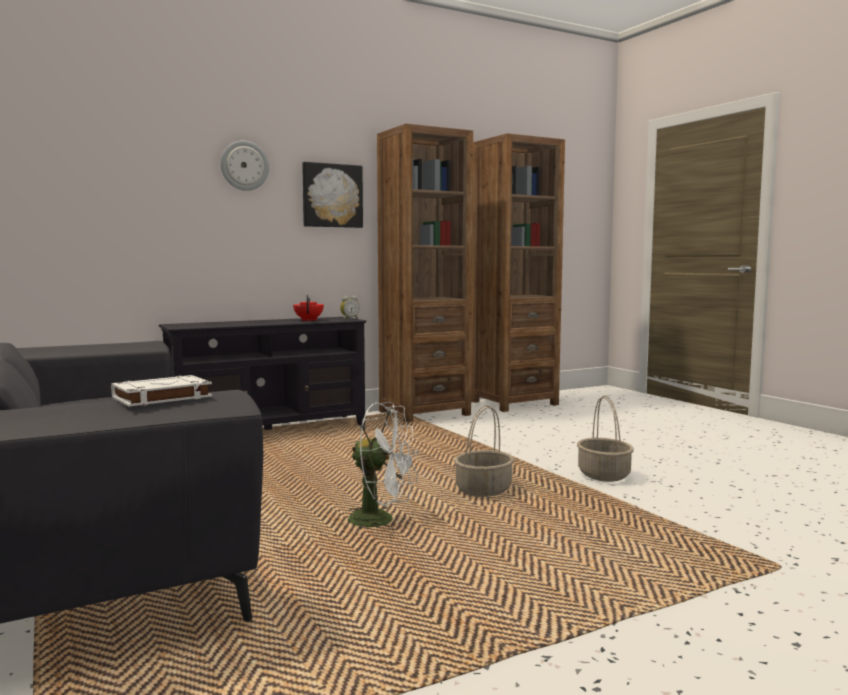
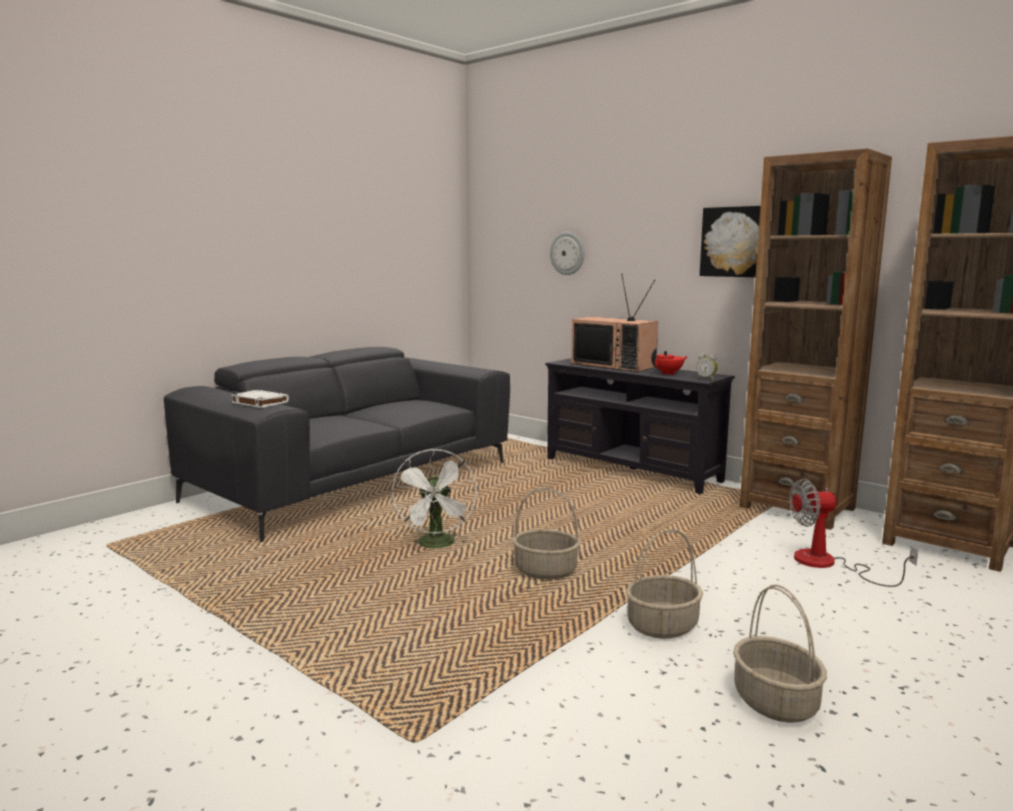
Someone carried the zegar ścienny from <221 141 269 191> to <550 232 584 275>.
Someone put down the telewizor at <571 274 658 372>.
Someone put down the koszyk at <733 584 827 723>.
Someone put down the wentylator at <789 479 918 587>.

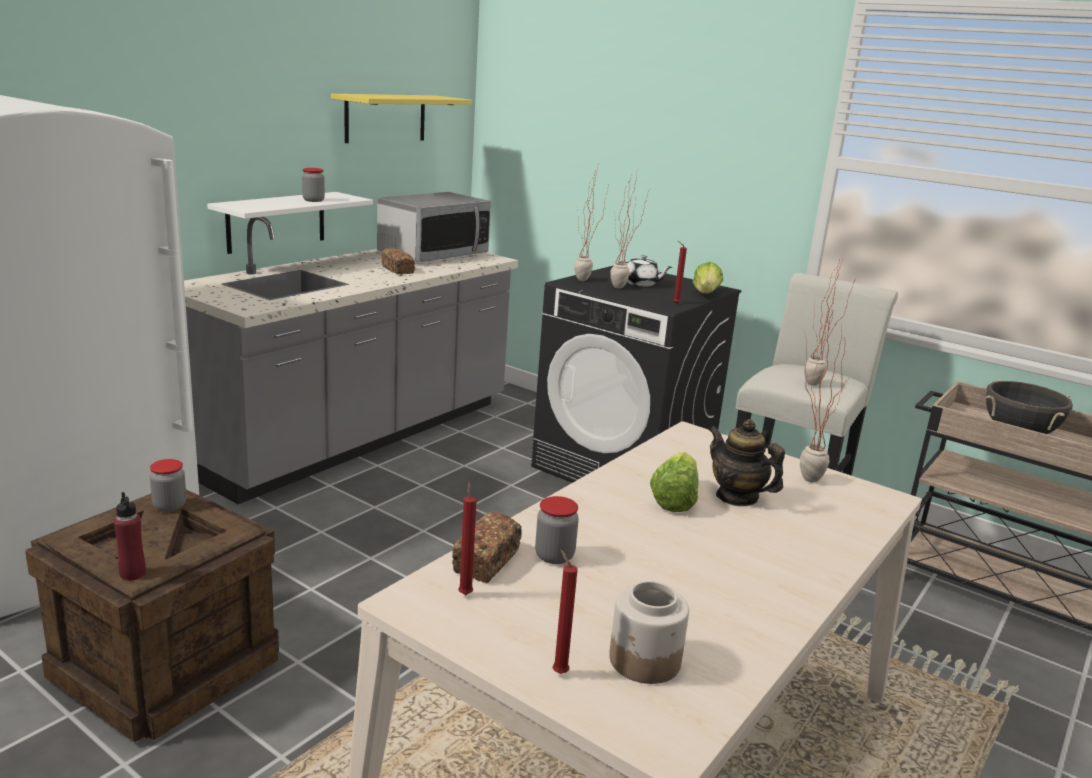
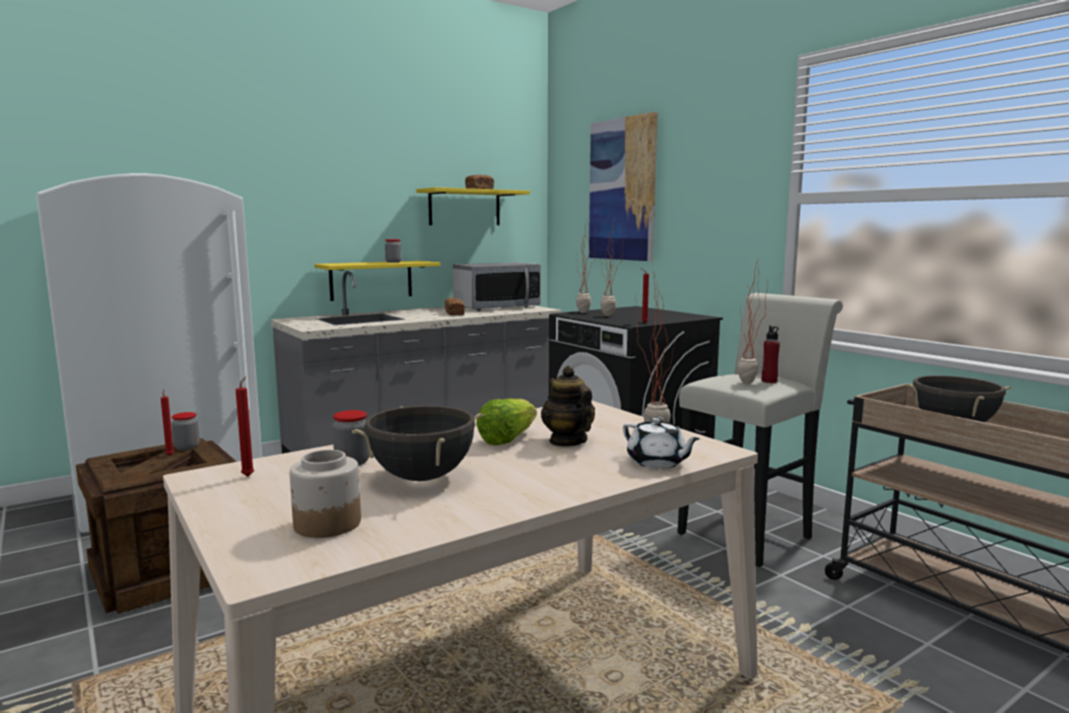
Someone carried the butelka/czerwony from <114 492 146 581> to <762 326 780 383>.
Someone repainted the półka/biały at <207 192 373 254>, which became the półka/żółty at <314 261 441 301>.
Someone carried the chleb from <452 512 522 583> to <465 175 494 189>.
Someone carried the świeca/czerwony from <553 550 578 674> to <161 389 175 455>.
Someone carried the imbryk/biały from <619 255 672 286> to <623 417 700 469>.
Someone took away the sałata at <693 262 723 294>.
Someone put down the garnek/czarny at <352 405 483 481>.
Someone put up the obraz at <589 112 658 261>.

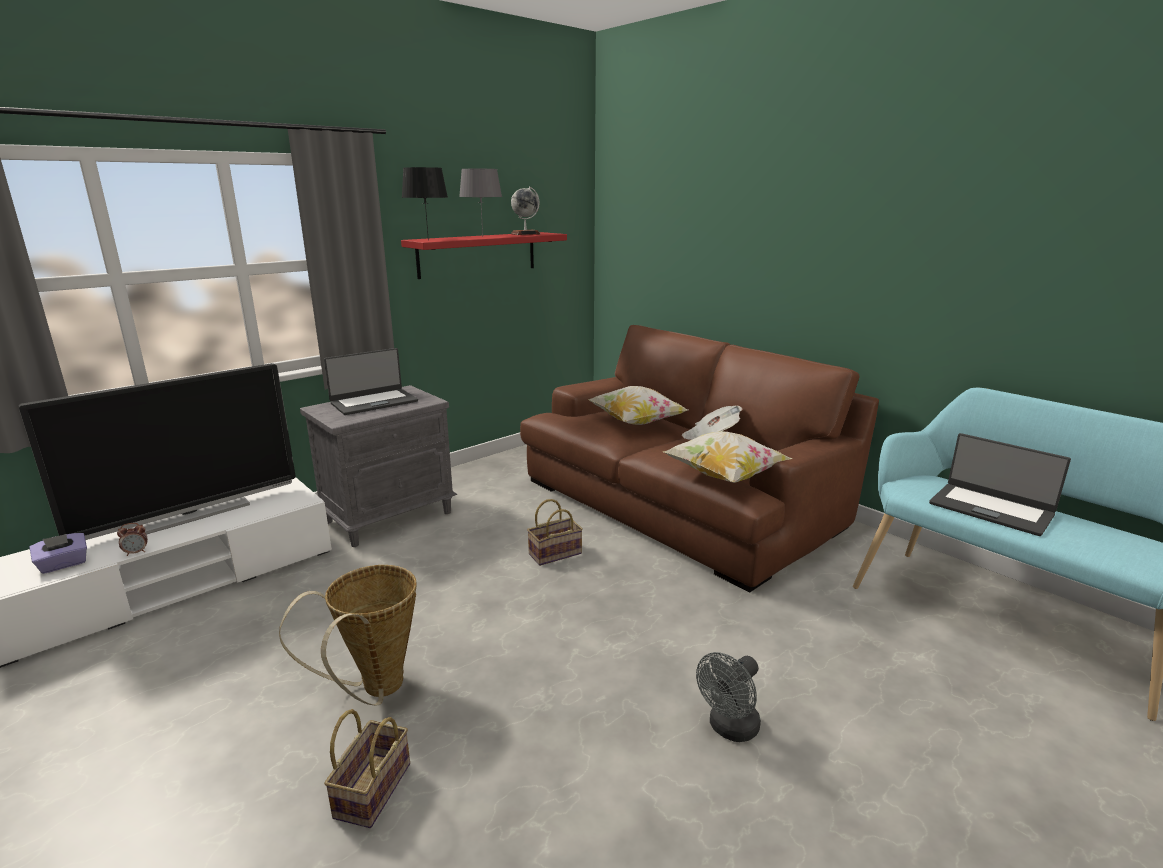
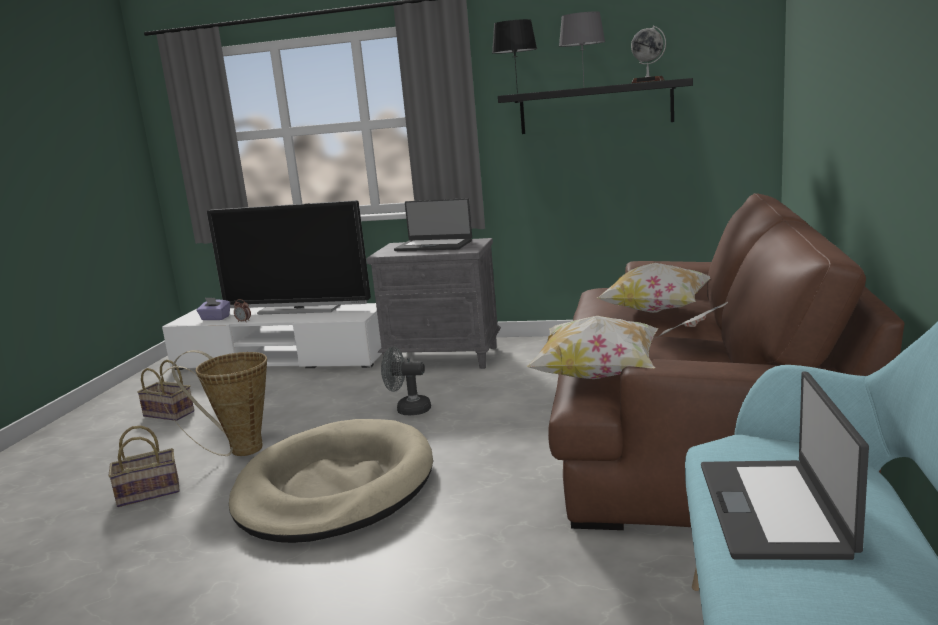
Someone repainted the półka/czerwony at <401 232 567 279>, which became the półka/czarny at <498 78 693 134>.
Someone carried the koszyk from <527 499 583 566> to <137 360 194 421>.
Someone carried the wentylator/szary from <696 652 761 742> to <381 347 431 415>.
Someone put down the legowisko/beżowy at <229 419 433 543>.

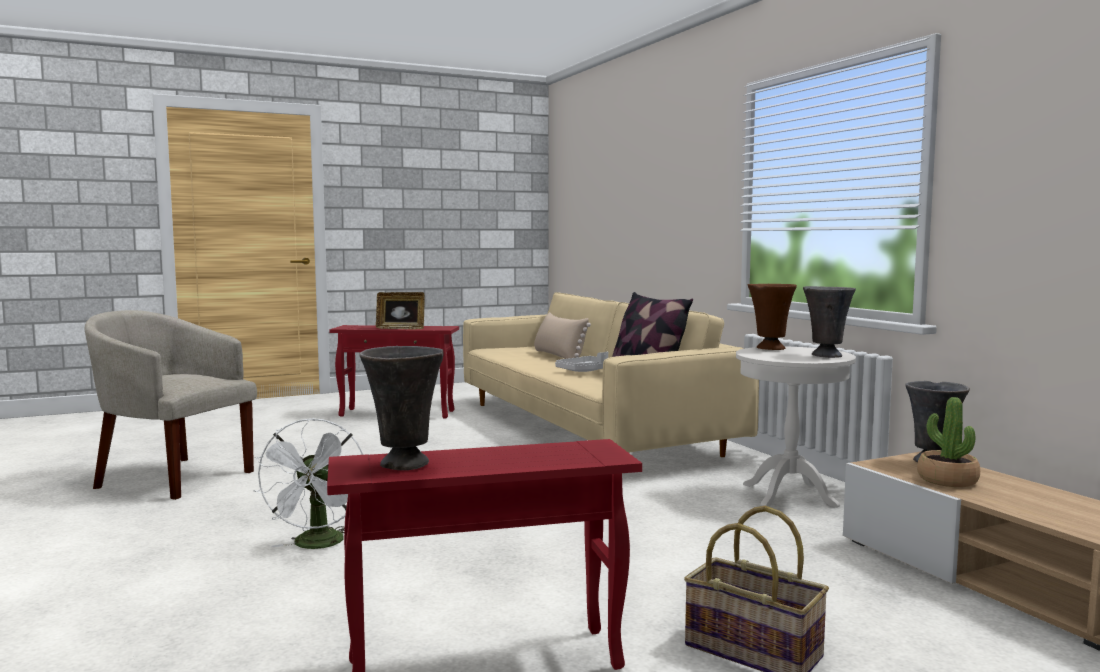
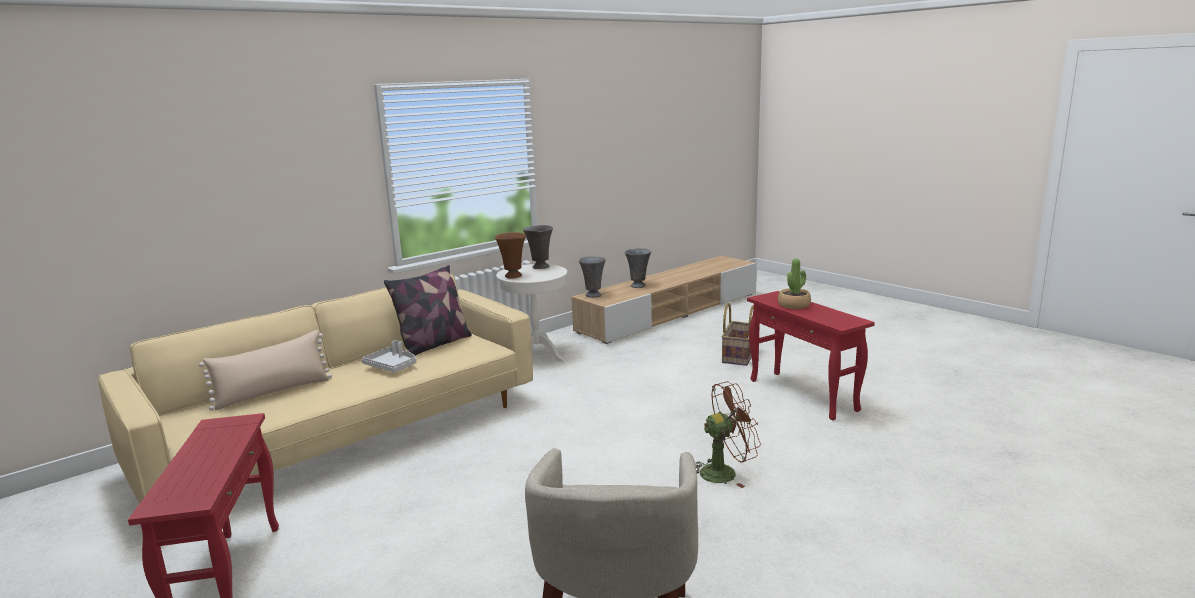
Someone repainted the wentylator/biały at <253 418 363 549>, which became the wentylator/brązowy at <695 381 761 488>.
Someone carried the wazon/szary from <359 346 444 470> to <625 248 651 288>.
Someone took away the ramka na zdjęcie at <376 292 425 330>.
Someone carried the roślina doniczkowa from <917 397 980 487> to <778 258 811 309>.

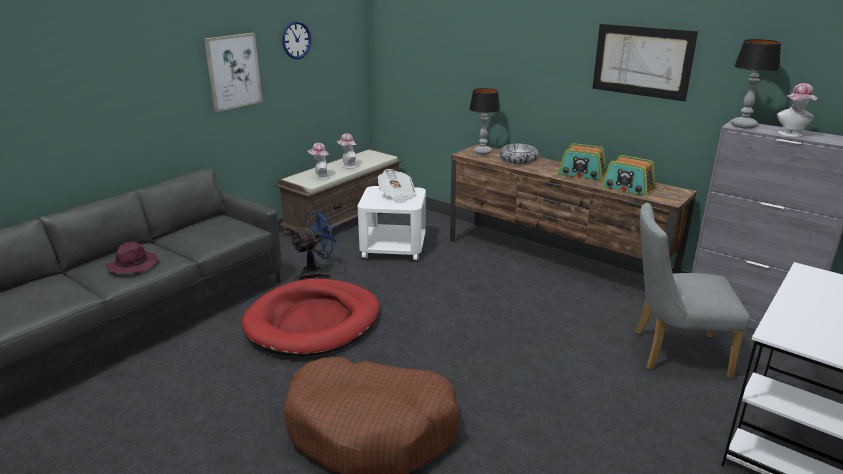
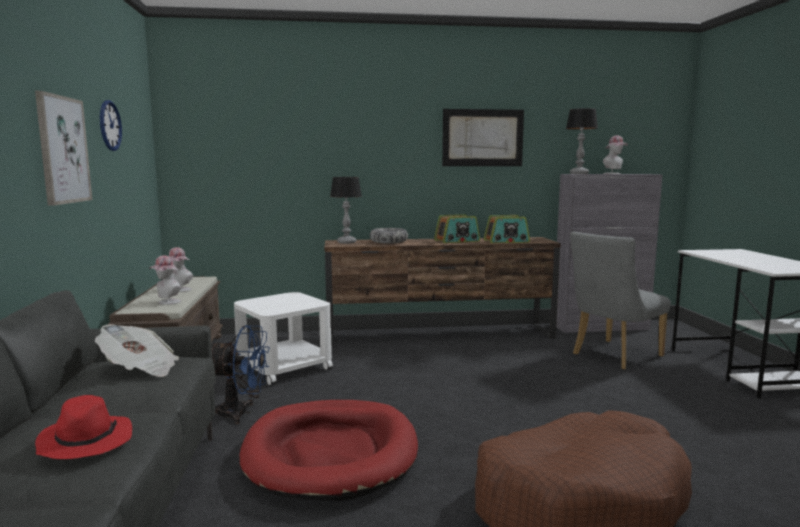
Someone repainted the kapelusz/fioletowy at <105 242 158 274>, which became the kapelusz/czerwony at <35 395 132 459>.
Someone rotated the wentylator/niebieski at <290 208 342 281> by 90 degrees clockwise.
Someone carried the gazeta from <378 169 416 204> to <95 324 179 377>.

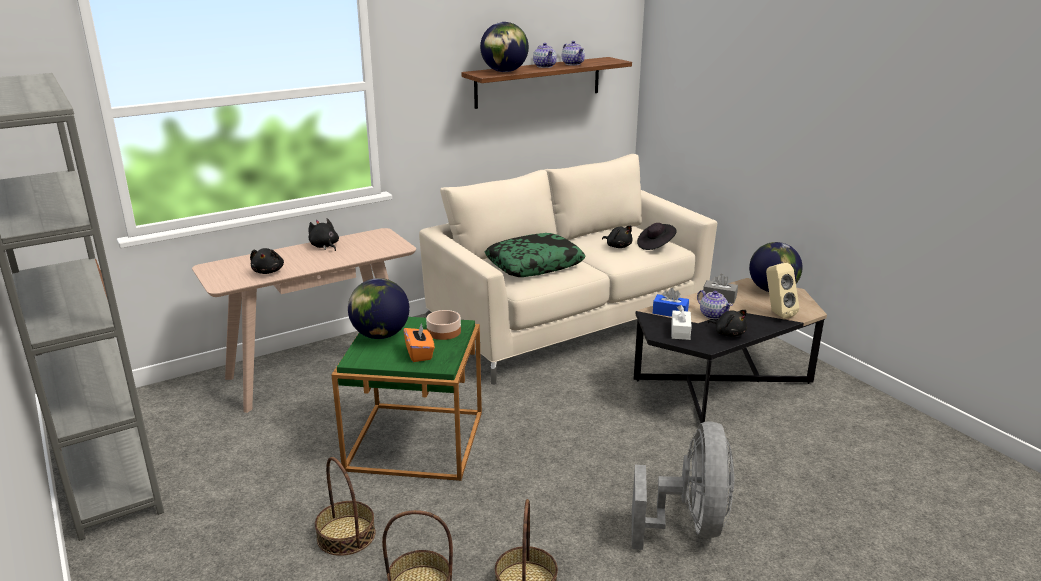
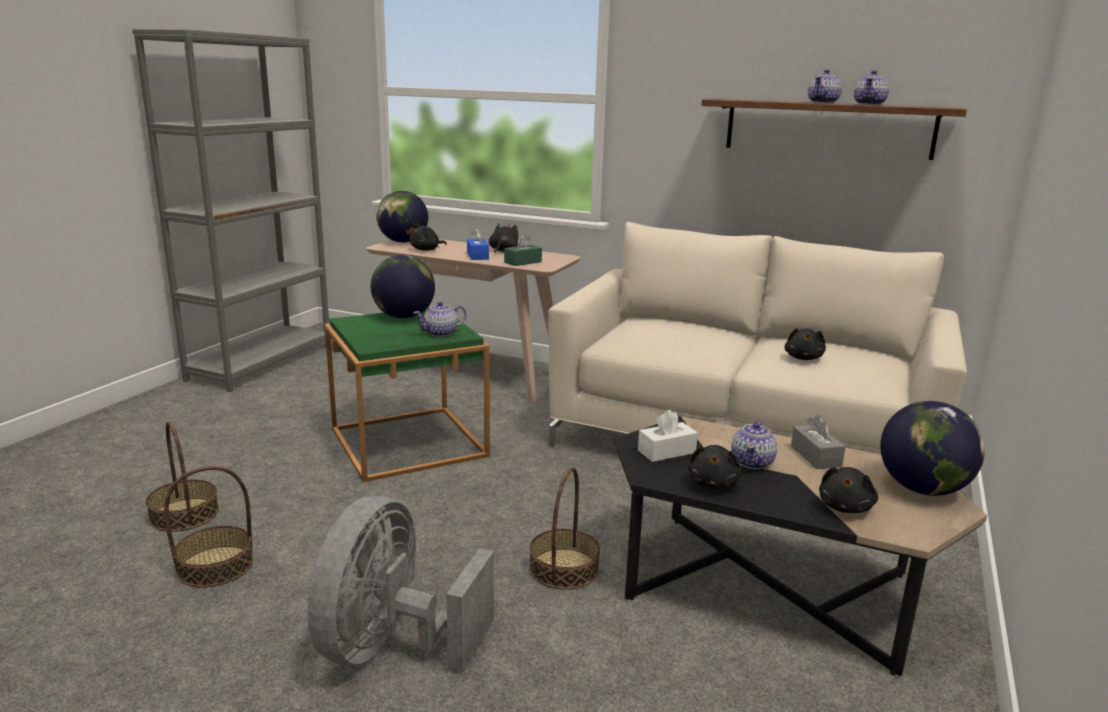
Someone carried the koszyk from <315 457 375 556> to <529 467 600 590>.
Someone took away the pudełko chusteczek/pomarańczowy at <403 322 435 362>.
Someone swapped the miska at <426 310 461 340> for the imbryk at <413 301 466 337>.
Someone carried the globus from <480 22 529 72> to <376 191 428 243>.
Someone took away the poduszka at <485 233 585 277>.
Someone rotated the wentylator/szary at <632 421 735 550> by 135 degrees clockwise.
Someone took away the kapelusz/czarny at <637 223 677 250>.
Someone carried the pudełko chusteczek/niebieski from <653 288 689 317> to <467 228 489 260>.
Someone swapped the głośnik/beżowy at <766 263 799 319> for the pluszak/czarny at <819 467 878 513>.
Someone put down the pudełko chusteczek/zielony at <504 234 542 266>.

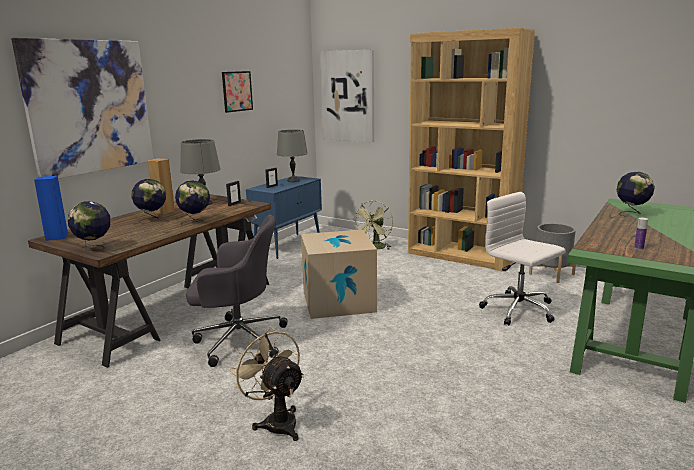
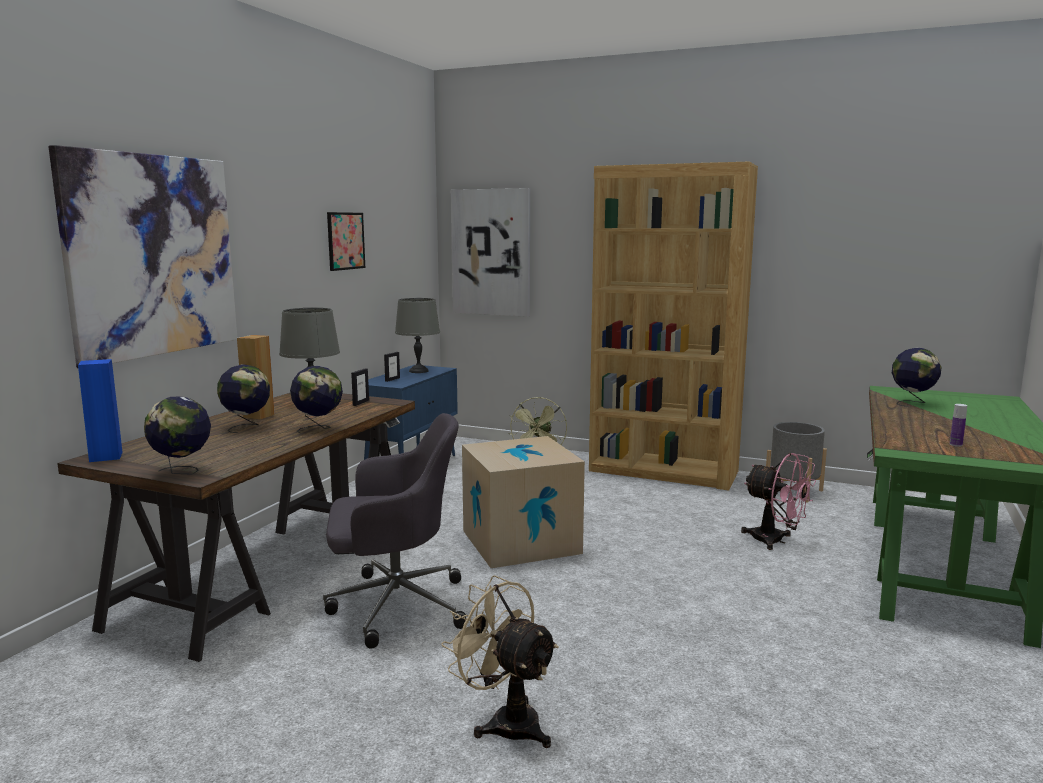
Someone swapped the krzesło biurowe/biały at <479 192 566 326> for the wentylator/różowy at <741 453 816 550>.

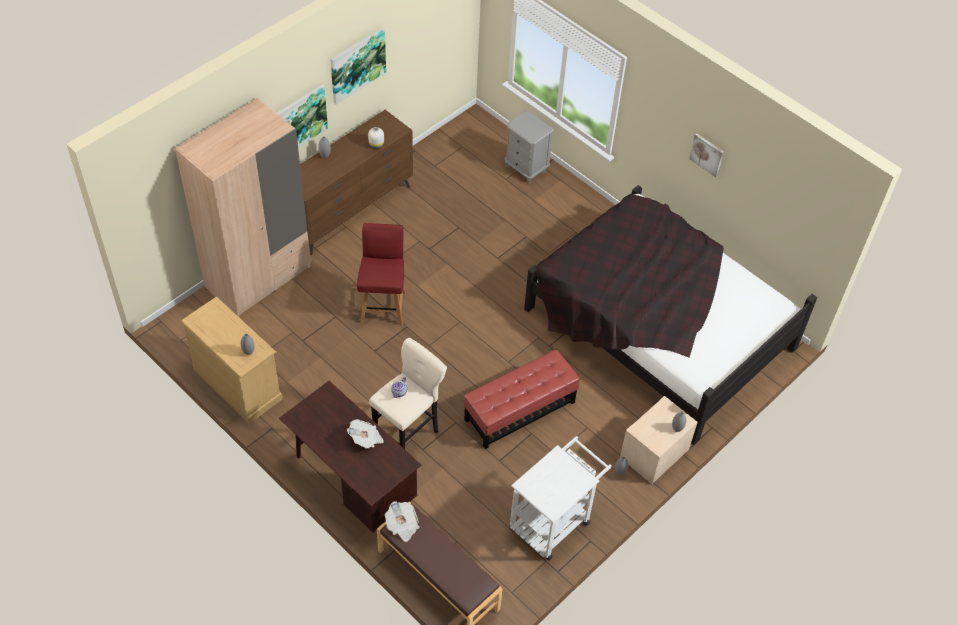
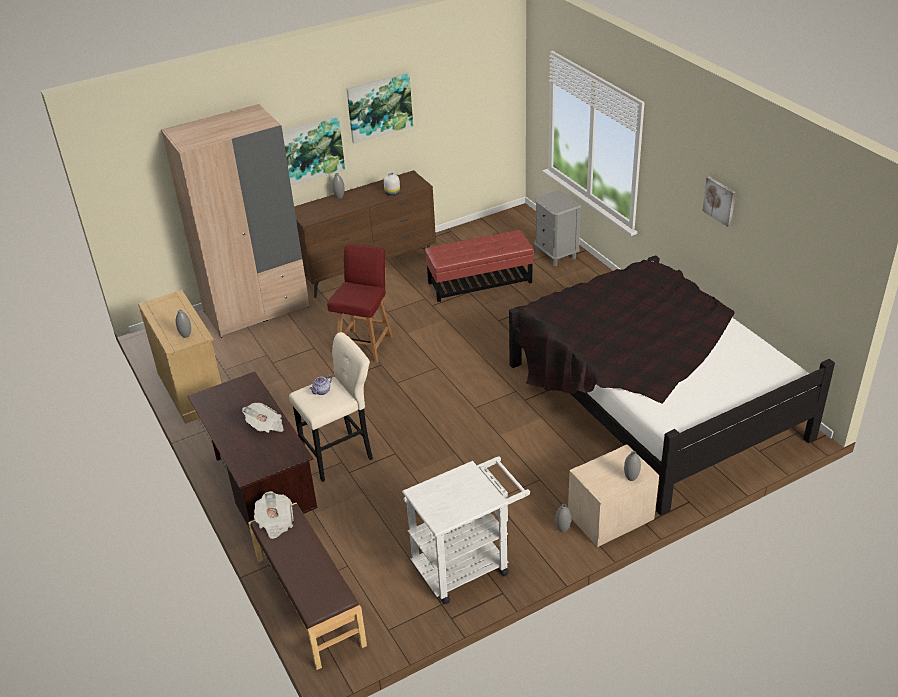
Someone carried the pufa/czerwony from <464 350 580 449> to <425 230 534 302>.

